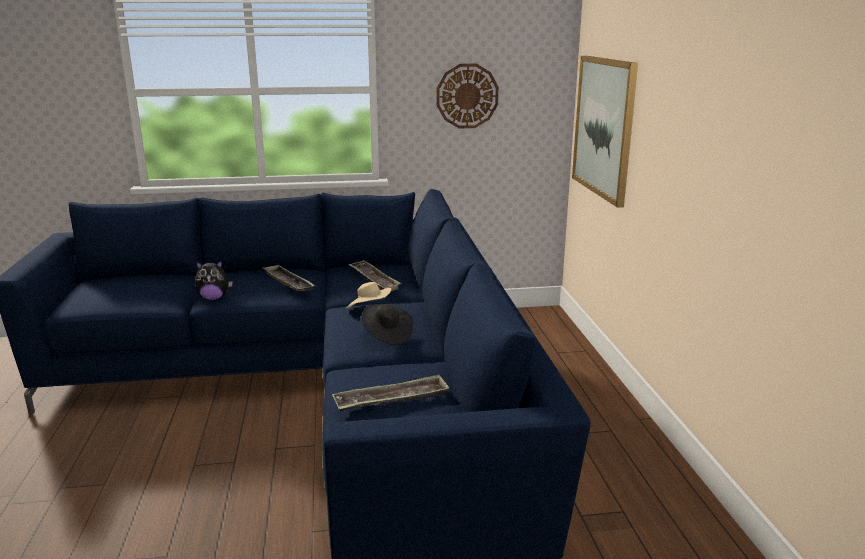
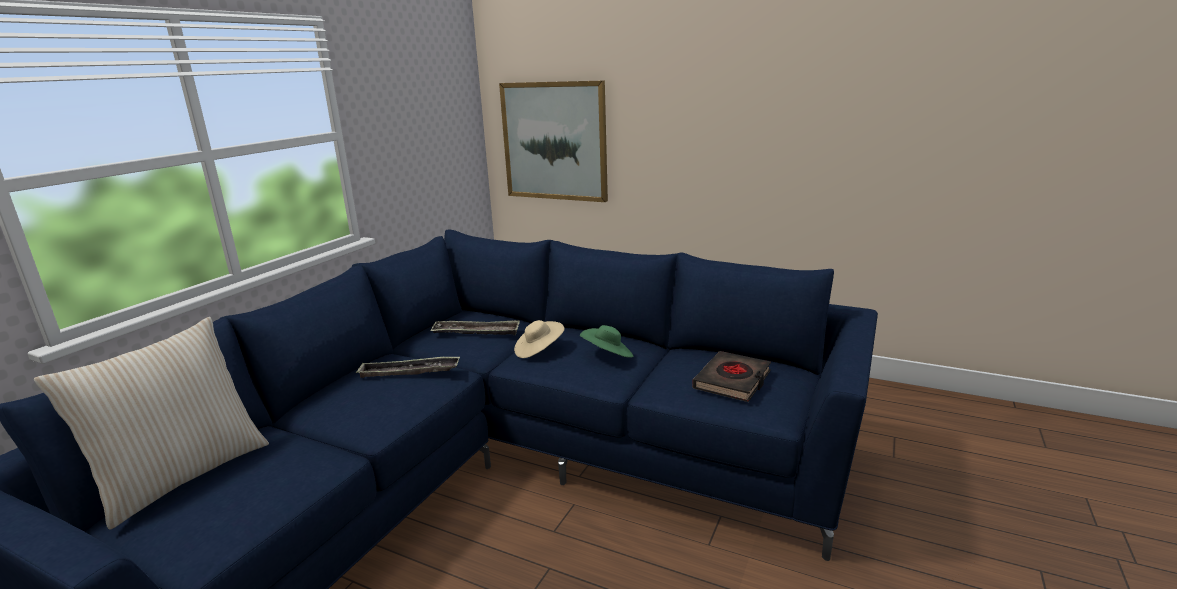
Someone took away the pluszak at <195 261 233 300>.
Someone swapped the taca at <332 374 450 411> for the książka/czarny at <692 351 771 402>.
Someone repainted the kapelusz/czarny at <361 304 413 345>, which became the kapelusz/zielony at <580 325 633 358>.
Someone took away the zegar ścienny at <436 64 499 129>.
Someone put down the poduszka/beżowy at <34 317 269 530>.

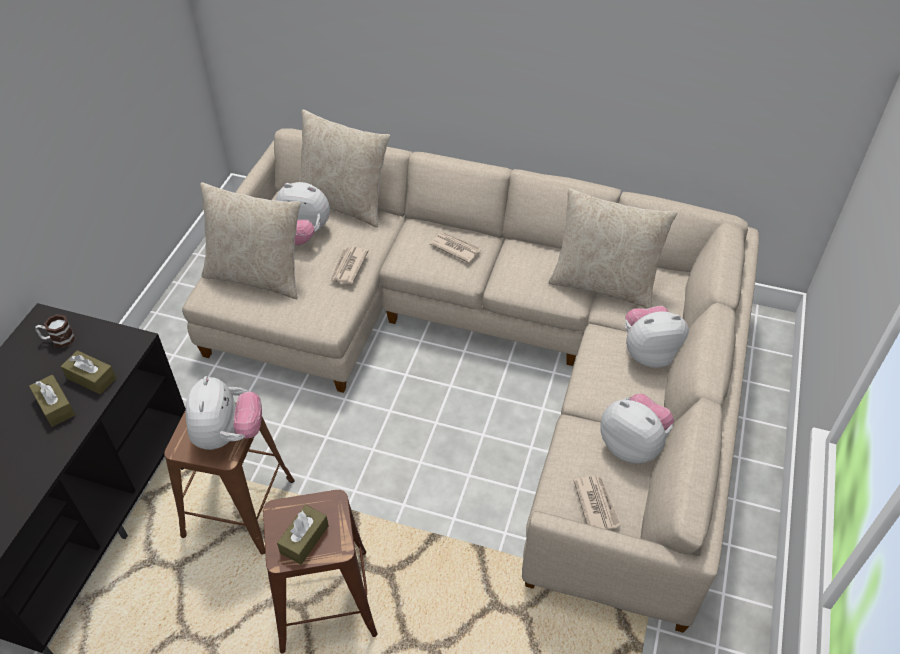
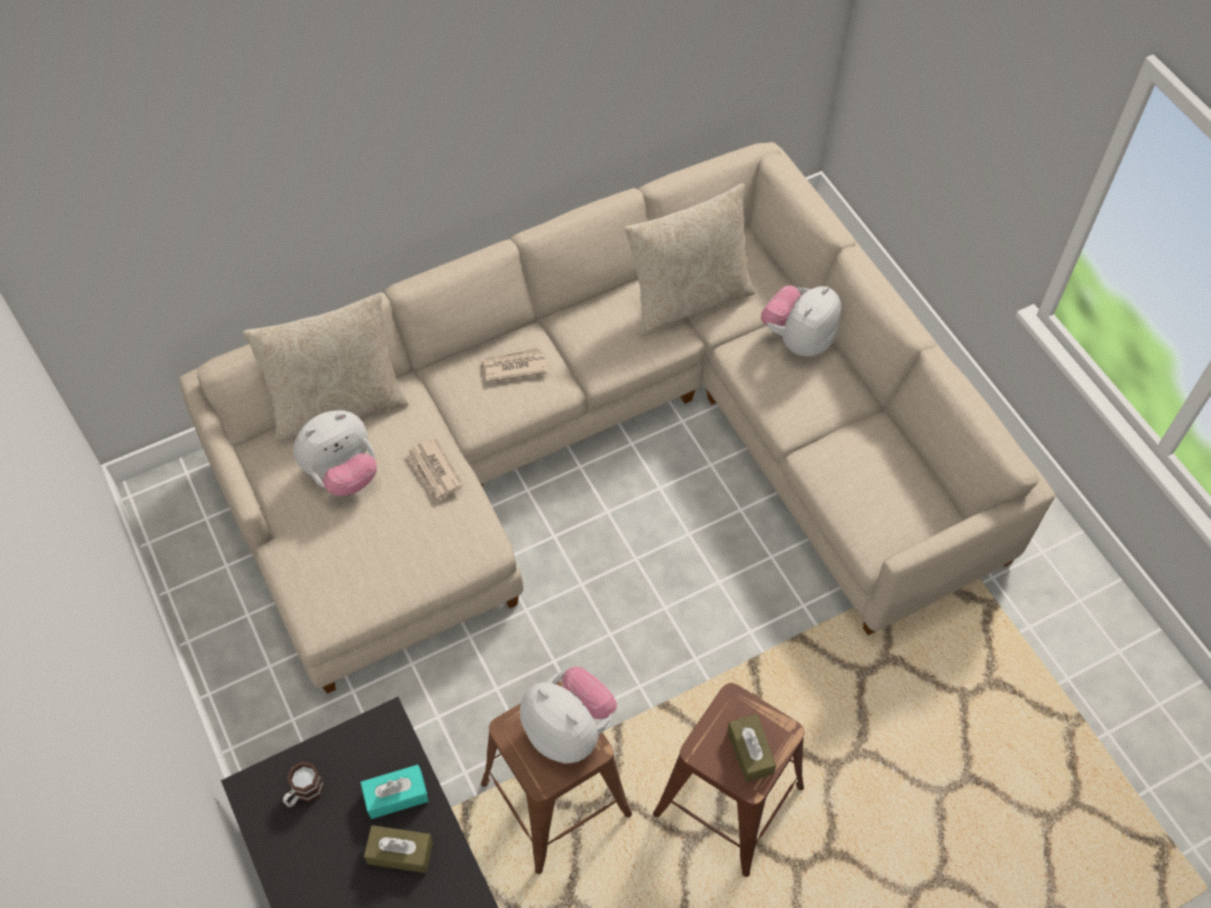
Someone repainted the pudełko chusteczek/brązowy at <61 350 116 394>, which became the pudełko chusteczek/turkusowy at <360 765 428 819>.
Someone took away the poduszka/beżowy at <200 182 301 299>.
Someone took away the gazeta at <573 476 621 529>.
Someone took away the pluszak at <600 394 674 463>.

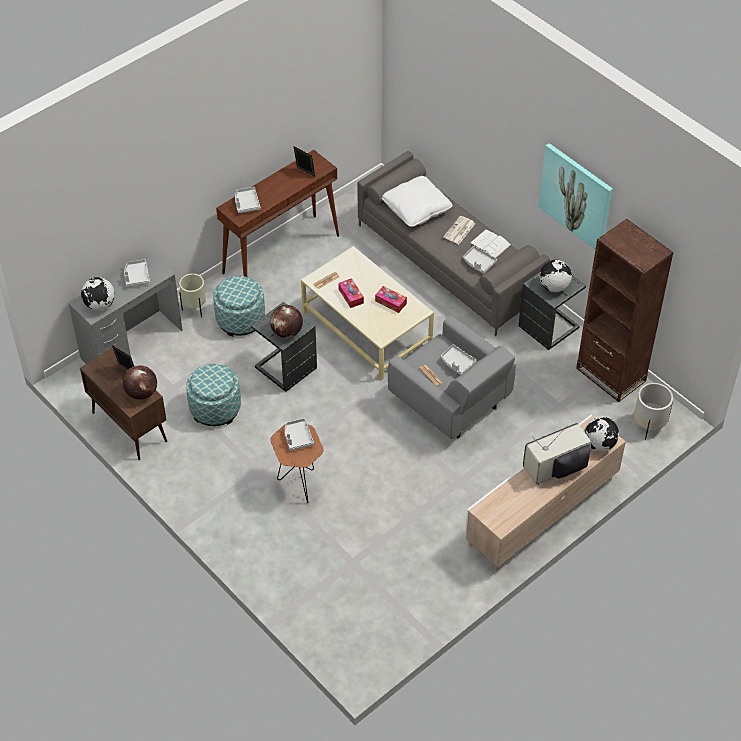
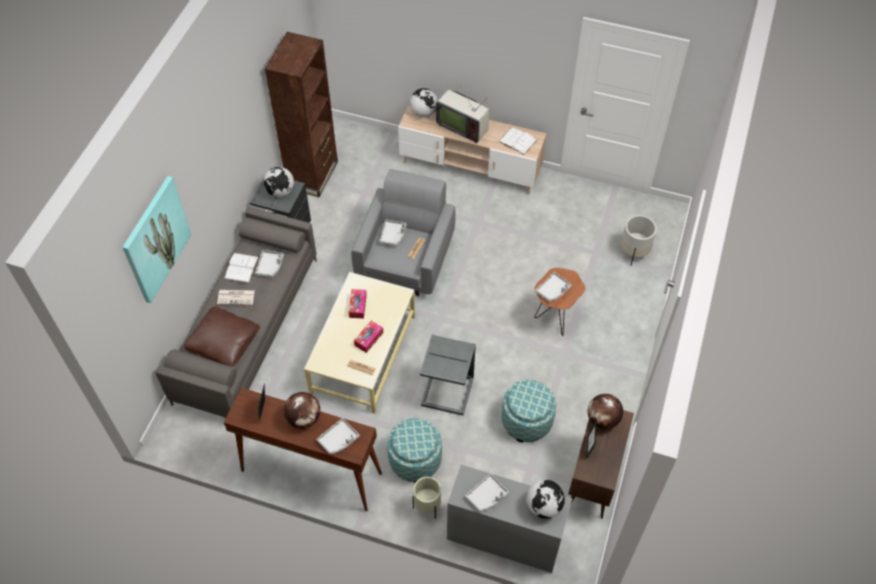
Someone carried the globus from <270 305 303 338> to <283 392 320 429>.
Someone repainted the poduszka/biały at <382 176 453 227>, which became the poduszka/brązowy at <184 306 260 367>.
Someone carried the obraz from <539 143 613 250> to <123 176 192 303>.
Someone carried the donica/biały from <634 383 673 440> to <621 215 657 266>.
Someone put down the książka/biały at <498 127 537 155>.

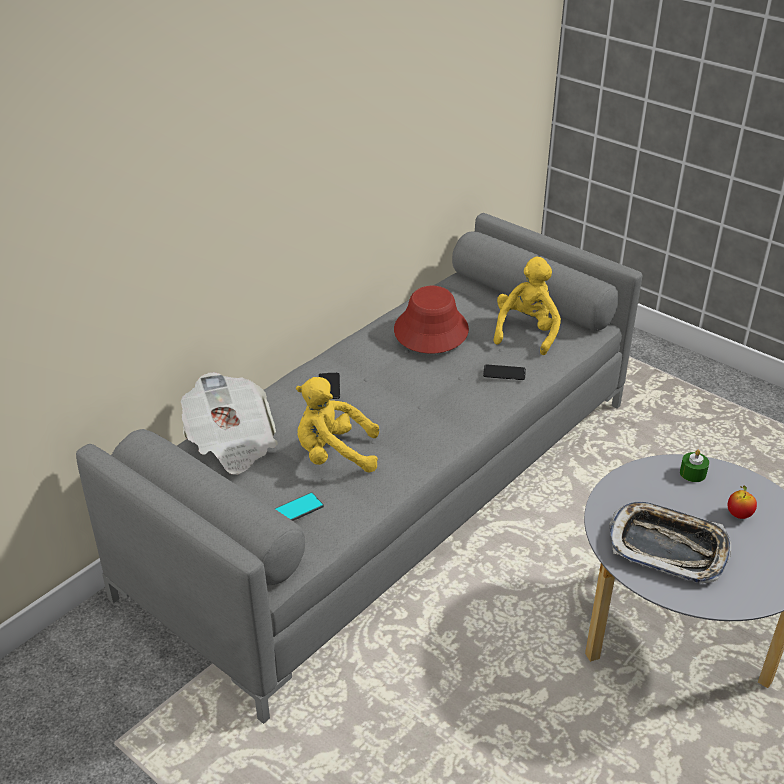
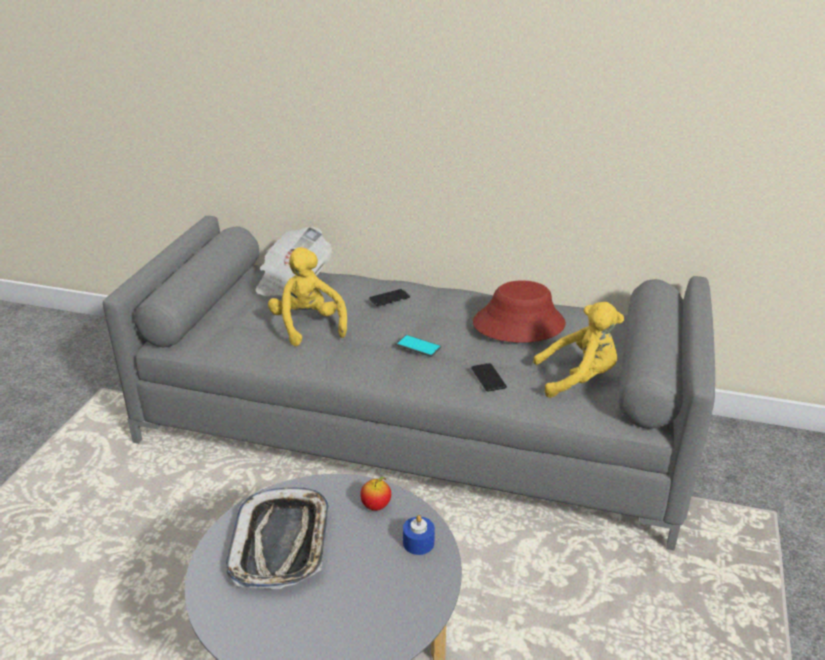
Someone carried the telefon from <274 492 324 521> to <396 335 441 357>.
Someone repainted the świeca/zielony at <680 450 709 482>, which became the świeca/niebieski at <403 515 435 555>.
Someone carried the jabłko from <728 485 757 519> to <360 476 391 511>.

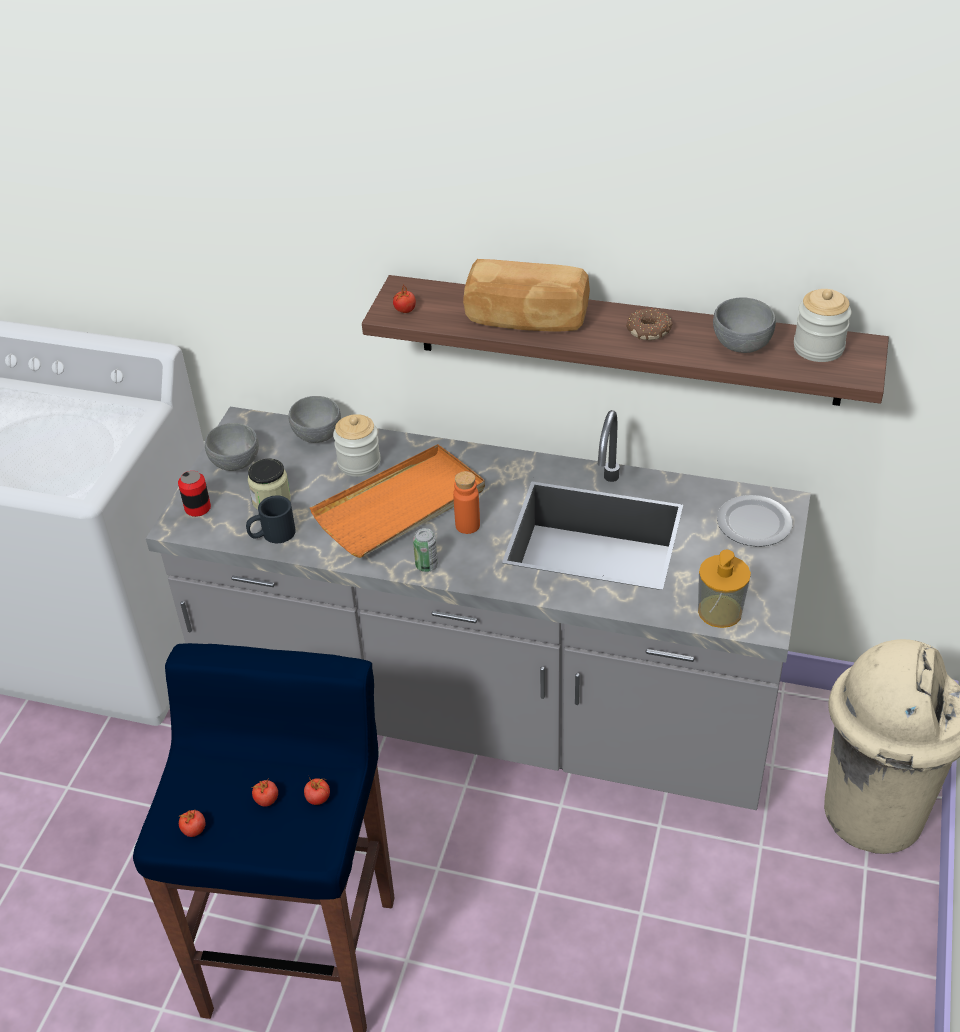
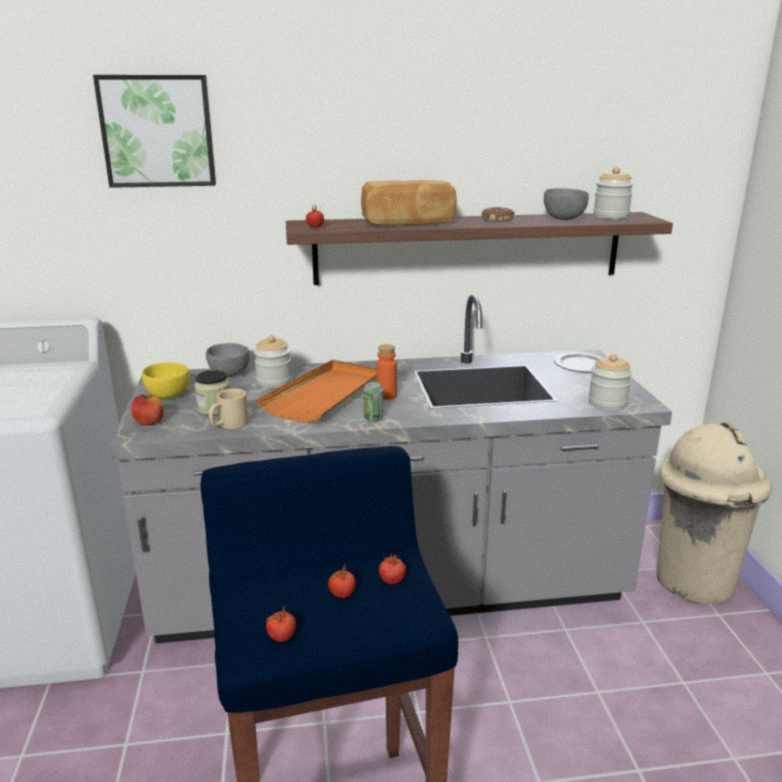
Someone swapped the puszka at <178 471 211 517> for the jabłko at <131 394 164 425>.
Someone repainted the miska/szary at <205 423 259 471>, which became the miska/żółty at <142 362 190 399>.
Someone repainted the kubek/czarny at <246 495 296 543>, which became the kubek/beżowy at <209 389 249 429>.
Someone swapped the dozownik mydła at <698 550 751 628> for the słoik at <588 354 632 410>.
Someone put up the obraz at <93 75 216 188>.

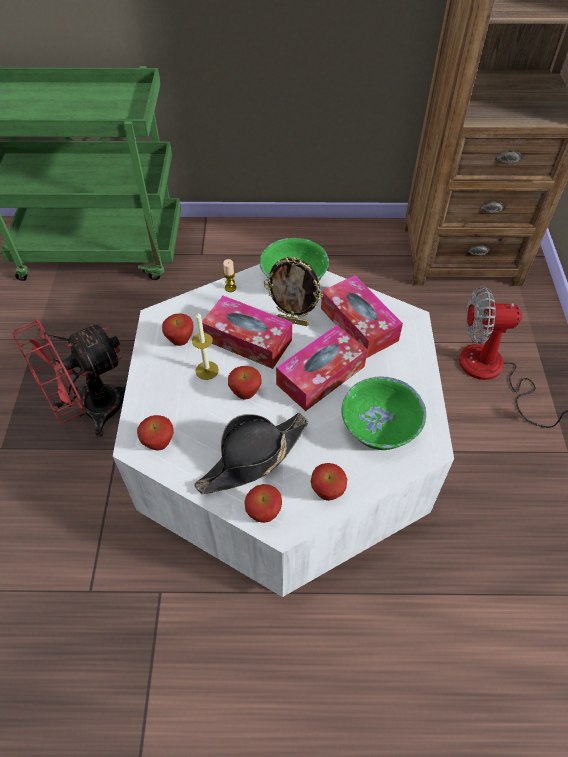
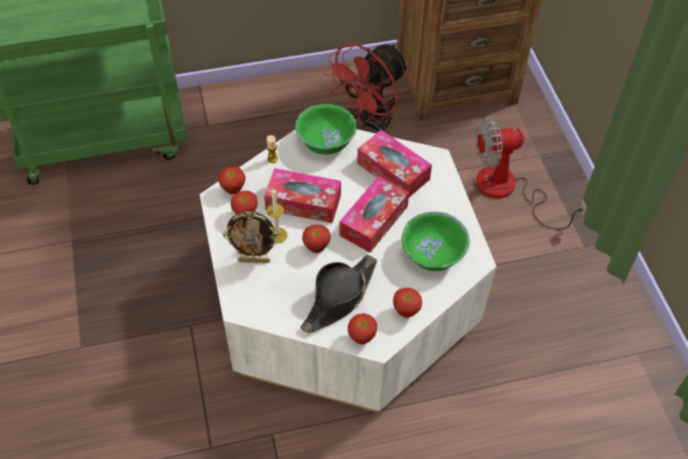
Someone carried the wentylator/czerwony from <13 319 126 437> to <324 43 409 134>.
Someone carried the jabłko from <137 415 174 451> to <218 167 246 194>.
Someone carried the ramka na zdjęcie from <264 257 323 326> to <223 211 280 263>.

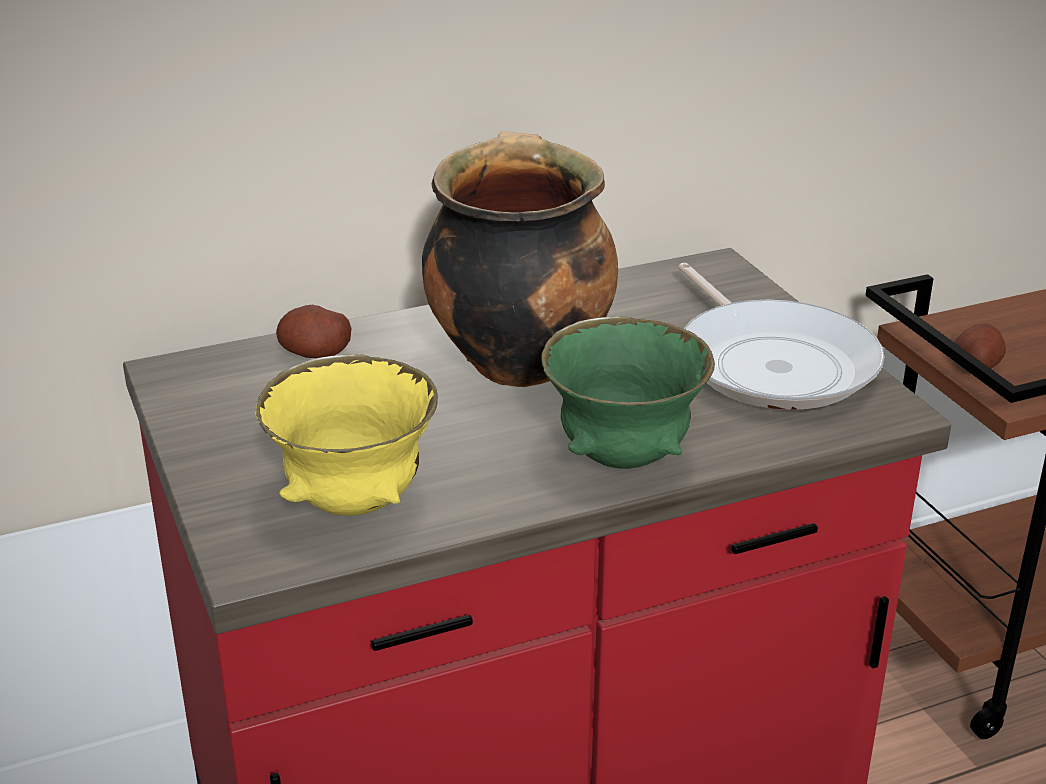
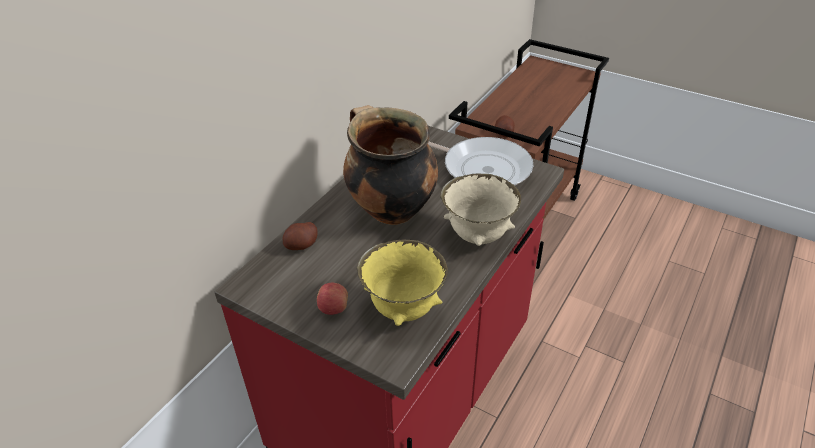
Someone repainted the miska/zielony at <541 316 715 469>, which became the miska/beżowy at <440 173 521 246>.
Someone put down the jabłko at <317 283 348 315>.

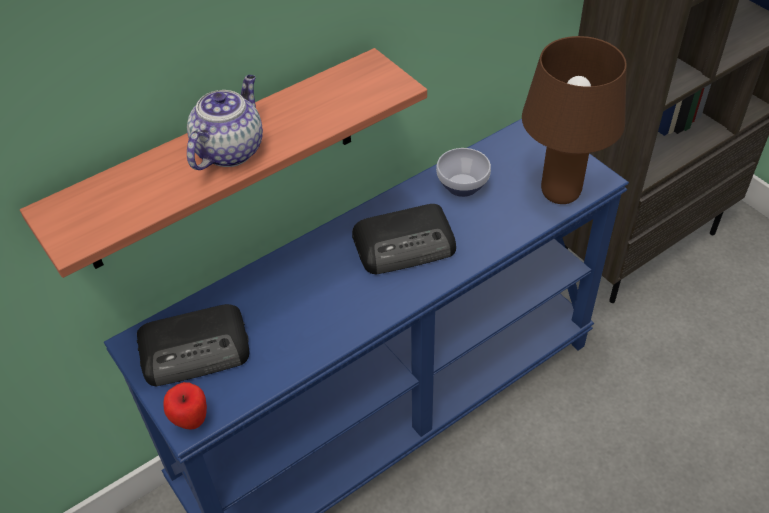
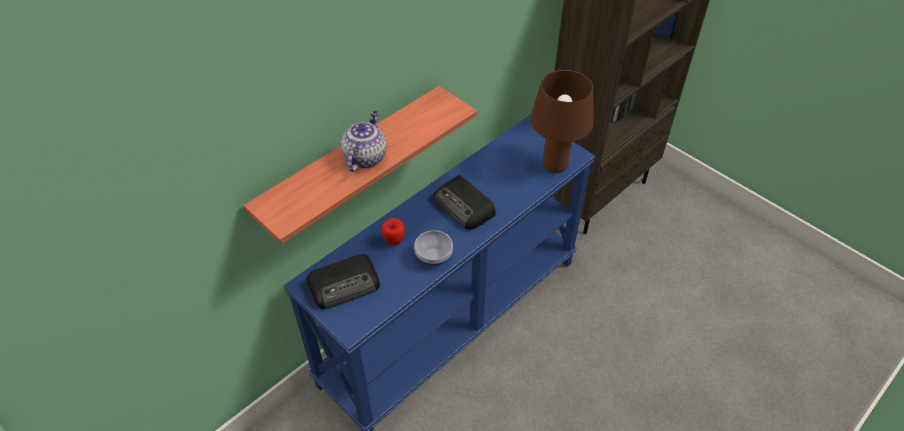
Someone carried the jabłko from <163 382 207 430> to <381 218 405 245>.
Someone rotated the radio at <352 204 456 274> by 75 degrees clockwise.
Someone carried the miska from <436 148 491 197> to <414 230 453 266>.

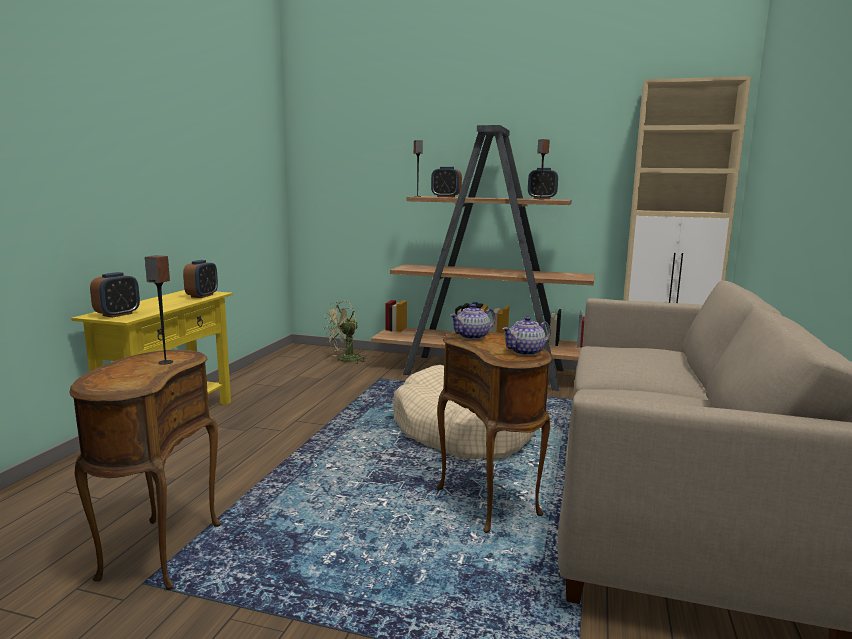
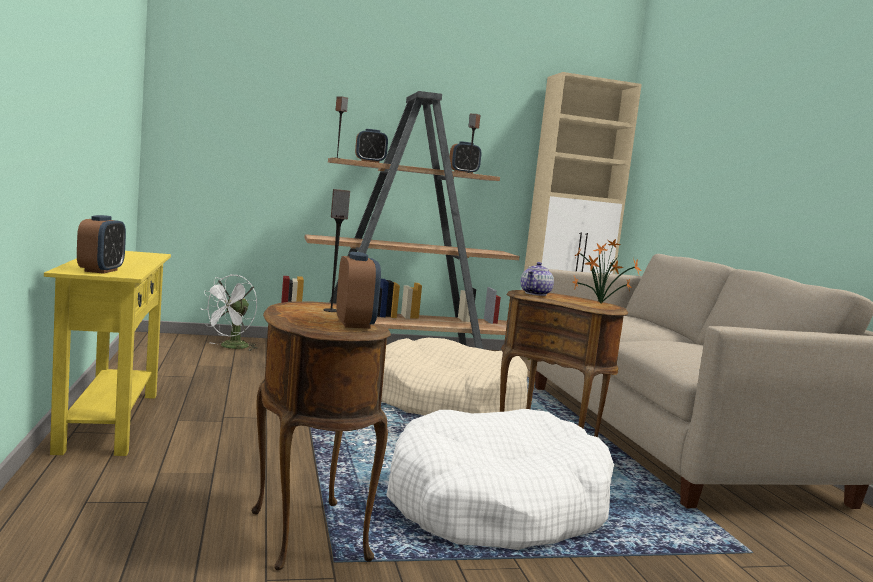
Someone carried the budzik from <183 260 218 298> to <336 252 381 329>.
Someone repainted the wentylator/zielony at <324 301 367 364>, which became the wentylator/biały at <200 274 258 351>.
Someone swapped the imbryk at <502 317 551 356> for the roślina doniczkowa at <572 239 642 303>.
Someone put down the legowisko/biały at <386 409 614 550>.

